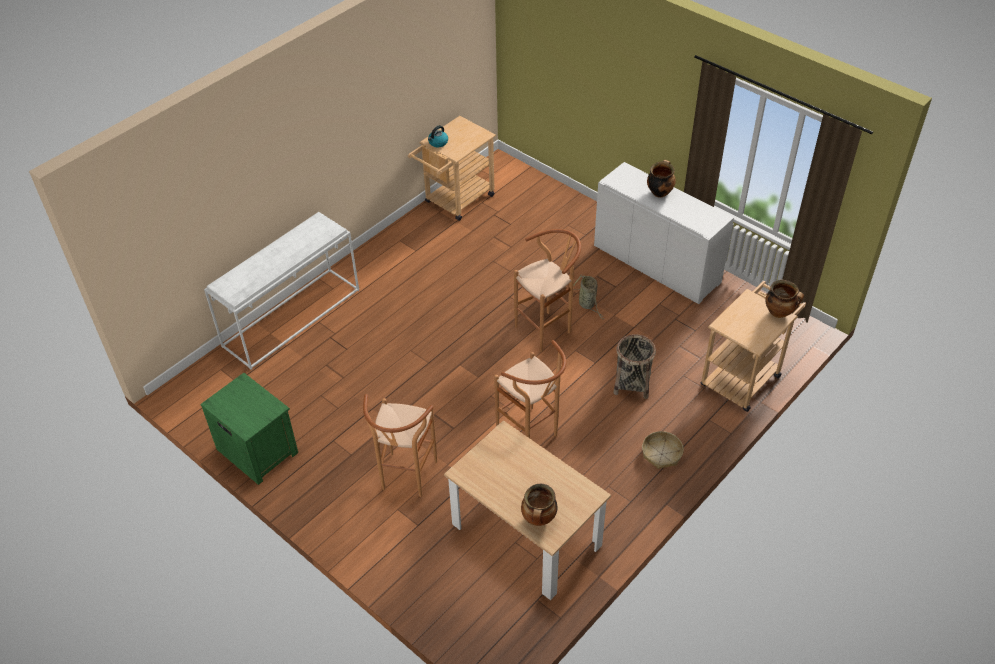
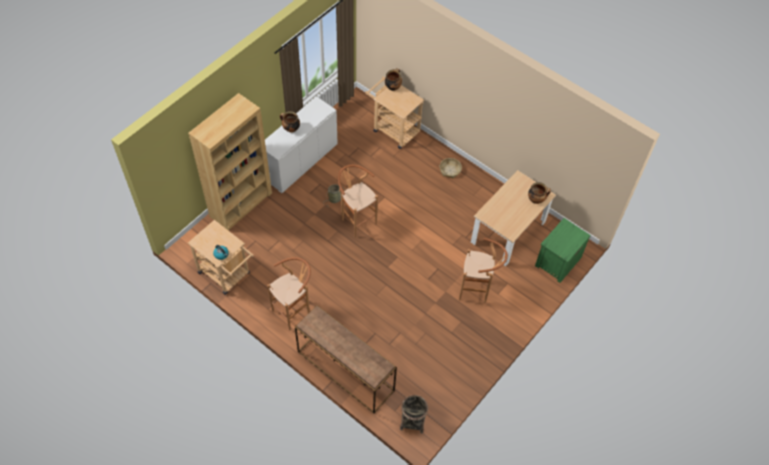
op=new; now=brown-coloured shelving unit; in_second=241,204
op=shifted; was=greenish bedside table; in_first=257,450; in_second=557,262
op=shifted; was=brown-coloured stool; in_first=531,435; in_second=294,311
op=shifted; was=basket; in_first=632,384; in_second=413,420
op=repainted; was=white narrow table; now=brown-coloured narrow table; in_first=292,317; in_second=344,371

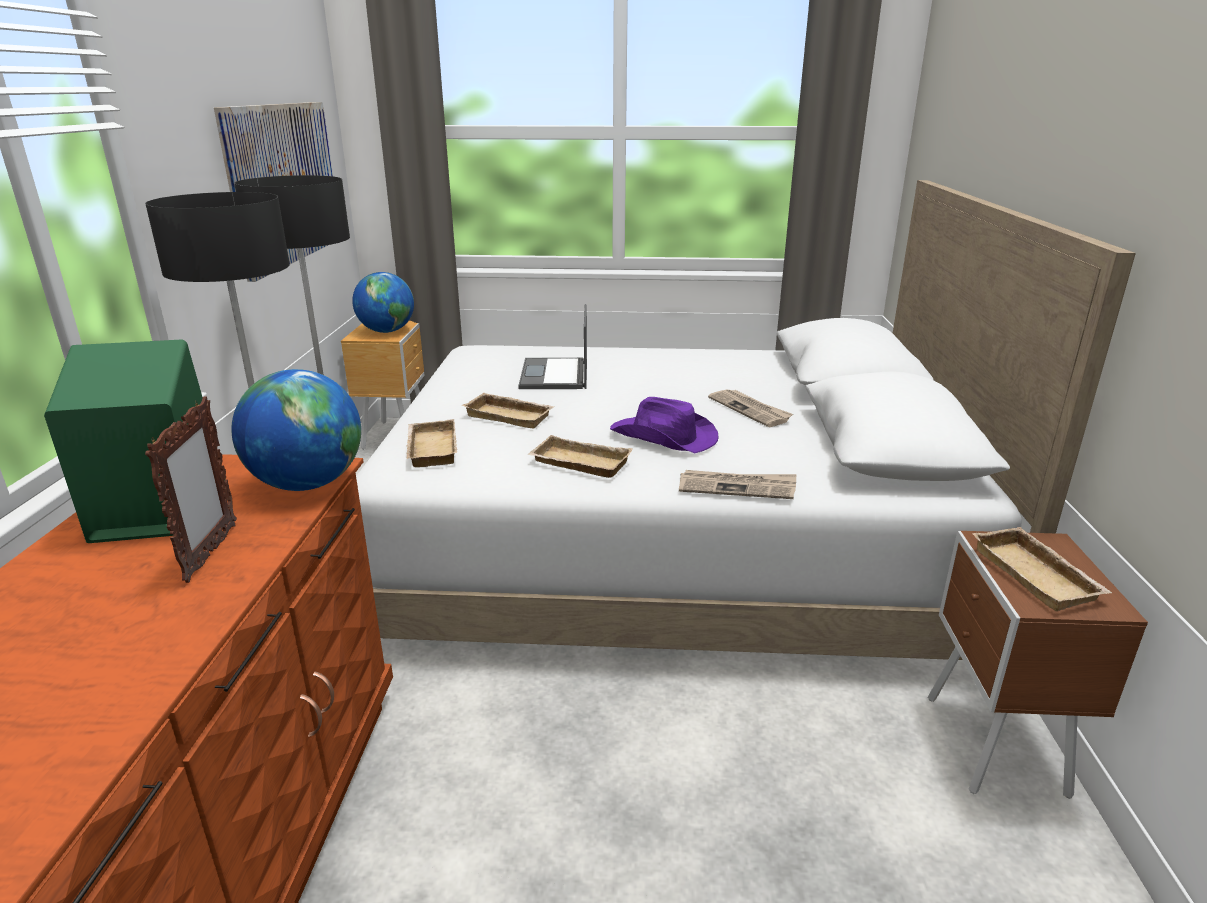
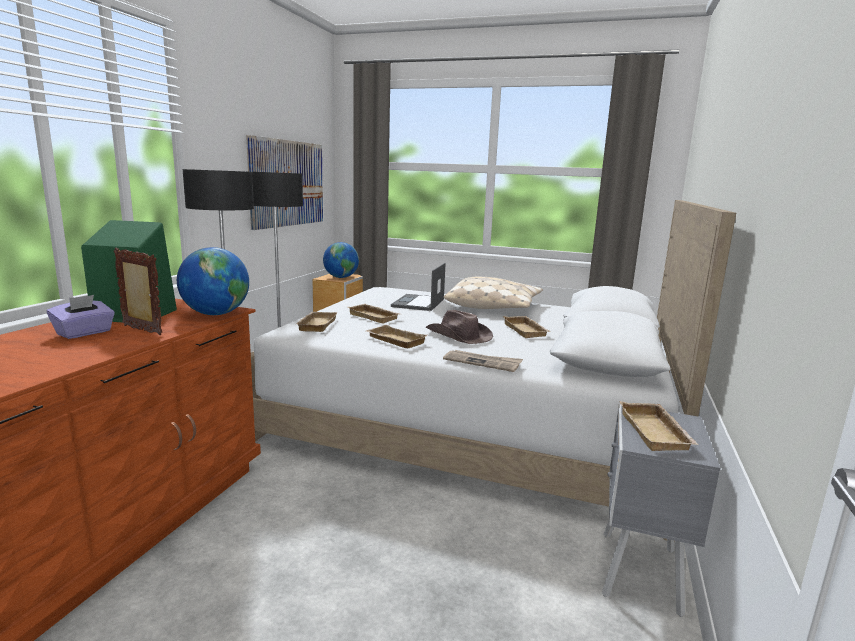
op=new; now=purple tissue holder; in_second=84,333
op=new; now=sand-coloured throw pillow; in_second=494,307
op=swapped; was=newspaper; now=sand-coloured carrying tray; in_first=750,410; in_second=526,331
op=repainted; was=purple clothing hat; now=brown-coloured clothing hat; in_first=664,437; in_second=458,336
op=repainted; was=brown-coloured bedside table; now=grey bedside table; in_first=993,747; in_second=638,574
op=rotated; was=photo frame; in_first=211,553; in_second=142,330; clockwise=-75

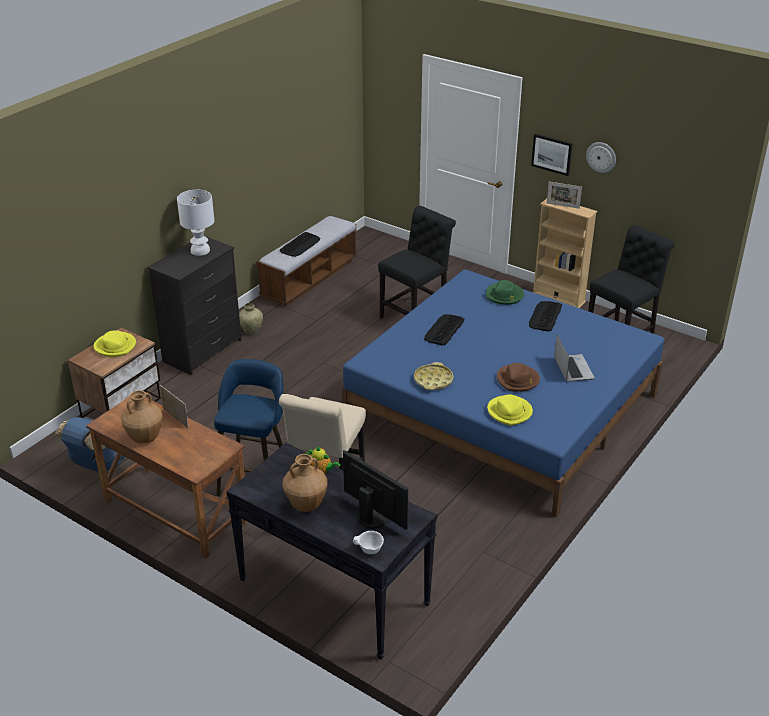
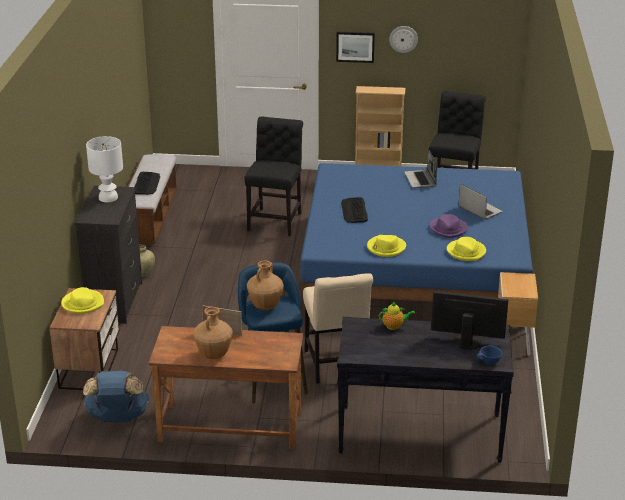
op=gone; was=greenish clothing hat; in_first=504,295
op=gone; was=photo frame; in_first=562,205
op=new; now=brown-coloured bedside table; in_second=512,344
op=shifted; was=brown-coloured decorative vase; in_first=306,505; in_second=265,306
op=swapped; was=yellow carrying tray; now=yellow clothing hat; in_first=433,380; in_second=386,248
op=swapped; was=keyboard; now=portable computer; in_first=545,316; in_second=420,180
op=repainted; was=white deep dish; now=bluish deep dish; in_first=370,550; in_second=489,362
op=repainted; was=brown-coloured clothing hat; now=purple clothing hat; in_first=518,380; in_second=448,229

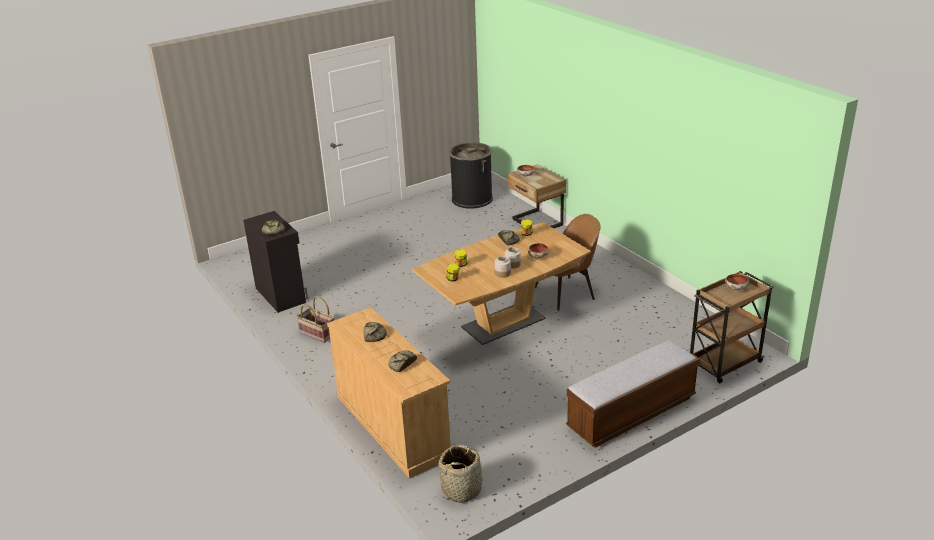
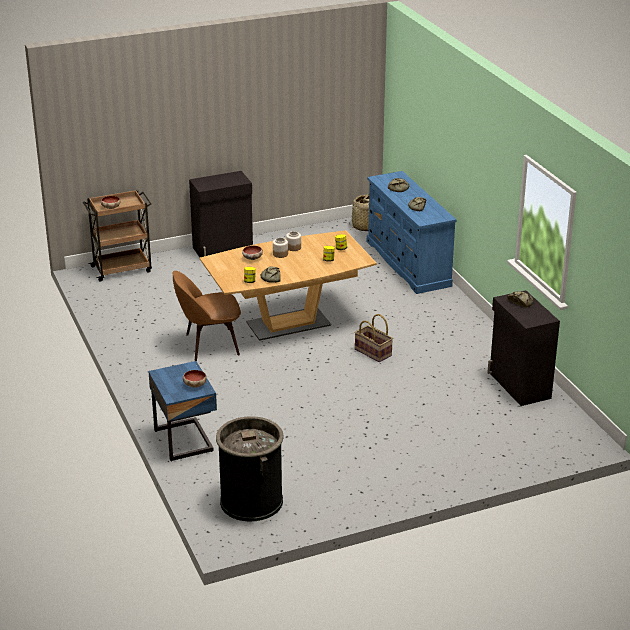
op=shifted; was=basket; in_first=317,334; in_second=373,352
op=swapped; was=indoor bench; now=black cupboard; in_first=631,413; in_second=223,249
op=repainted; was=sand-coloured chest of drawers; now=bluish chest of drawers; in_first=392,425; in_second=408,263
op=repainted; was=sand-coloured bedside table; now=bluish bedside table; in_first=536,223; in_second=185,440

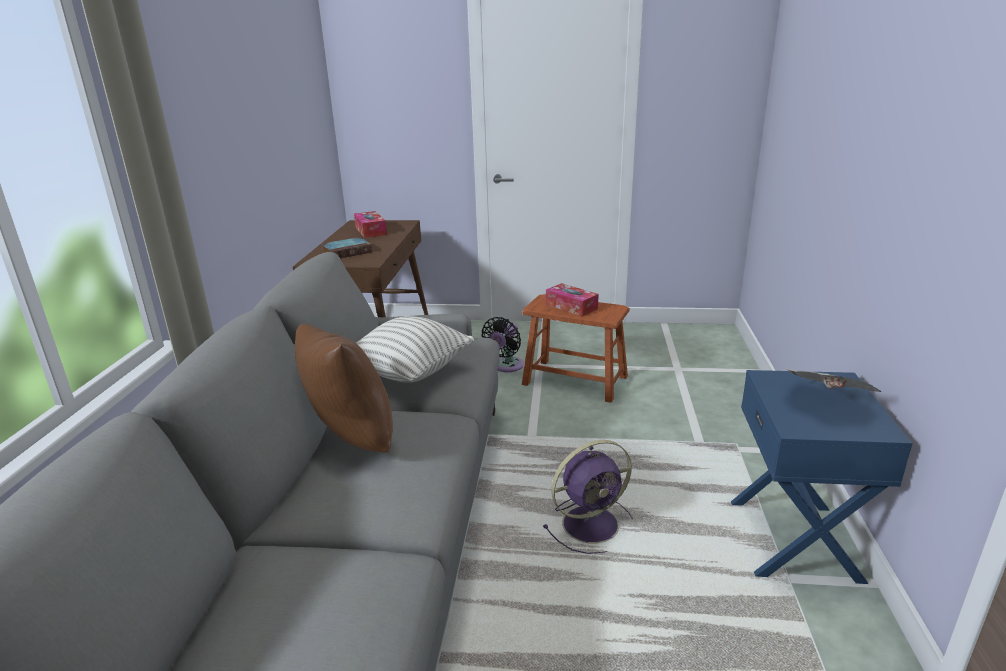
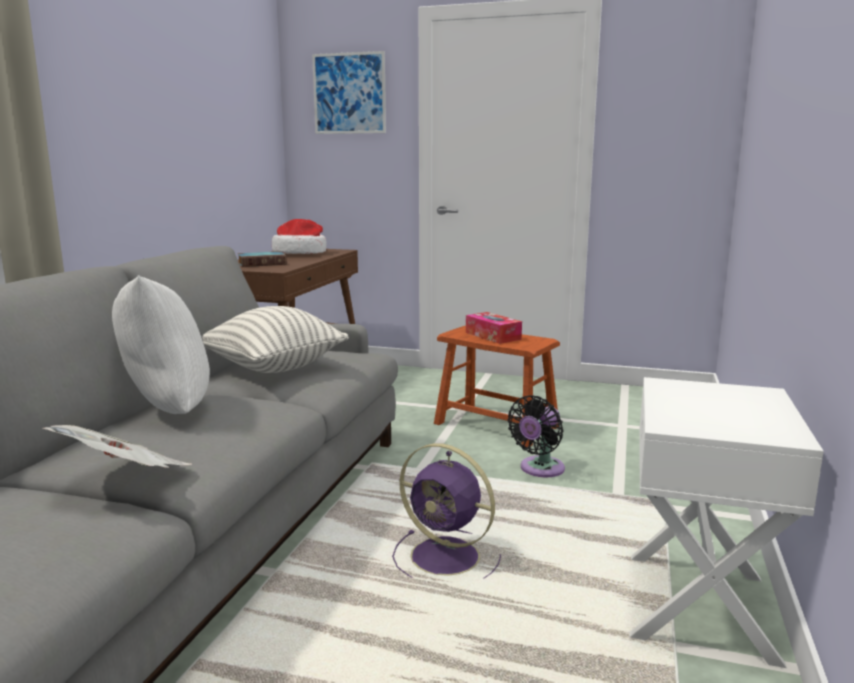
op=new; now=wall art; in_second=349,93
op=shifted; was=black fan; in_first=506,366; in_second=539,469
op=shifted; was=newspaper; in_first=828,401; in_second=125,478
op=swapped; was=tissue holder; now=clothing hat; in_first=370,231; in_second=300,253
op=repainted; was=brown-coloured throw pillow; now=white throw pillow; in_first=349,441; in_second=165,411
op=repainted; was=bluish bedside table; now=white bedside table; in_first=795,540; in_second=701,606
op=rotated; was=purple fan; in_first=592,523; in_second=448,558; clockwise=45

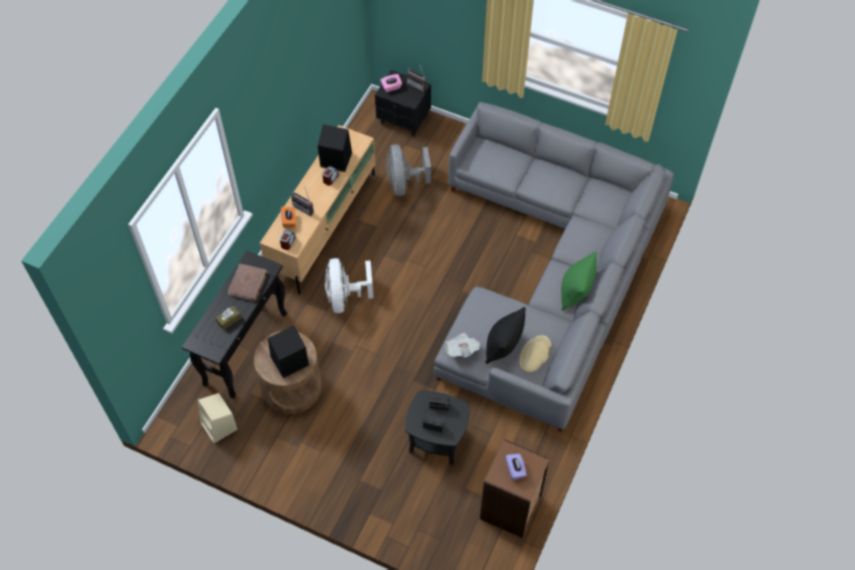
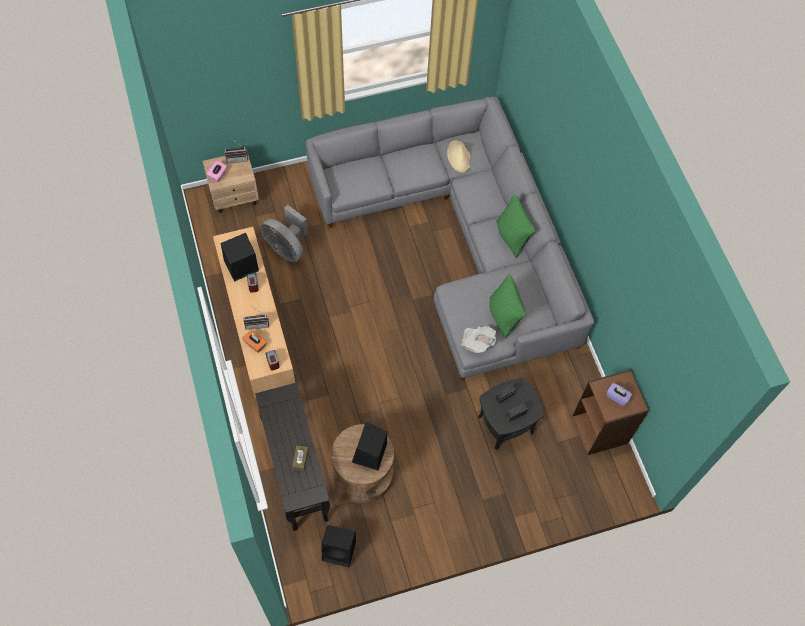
op=gone; was=brown-coloured book; in_first=248,284
op=gone; was=white fan; in_first=345,297
op=shifted; was=sand-coloured clothing hat; in_first=535,354; in_second=459,157
op=repainted; was=sand-coloured speaker; now=black speaker; in_first=220,426; in_second=340,550
op=repainted; was=black bedside table; now=sand-coloured bedside table; in_first=404,120; in_second=235,196
op=repainted; was=black throw pillow; now=greenish throw pillow; in_first=503,346; in_second=503,316

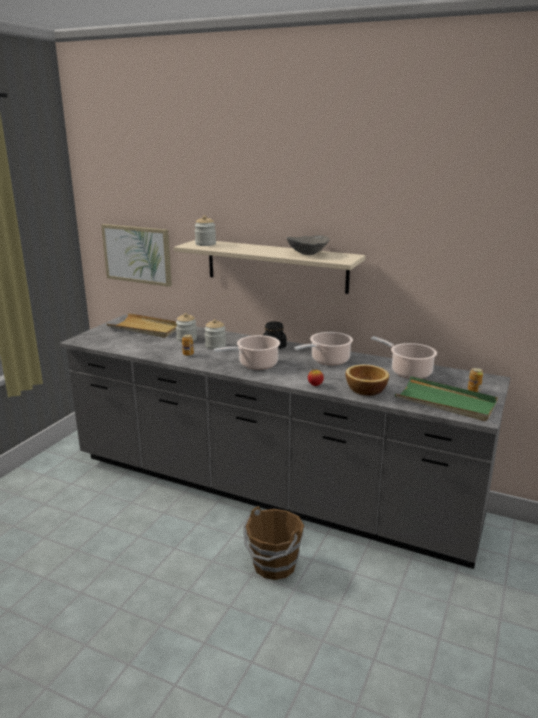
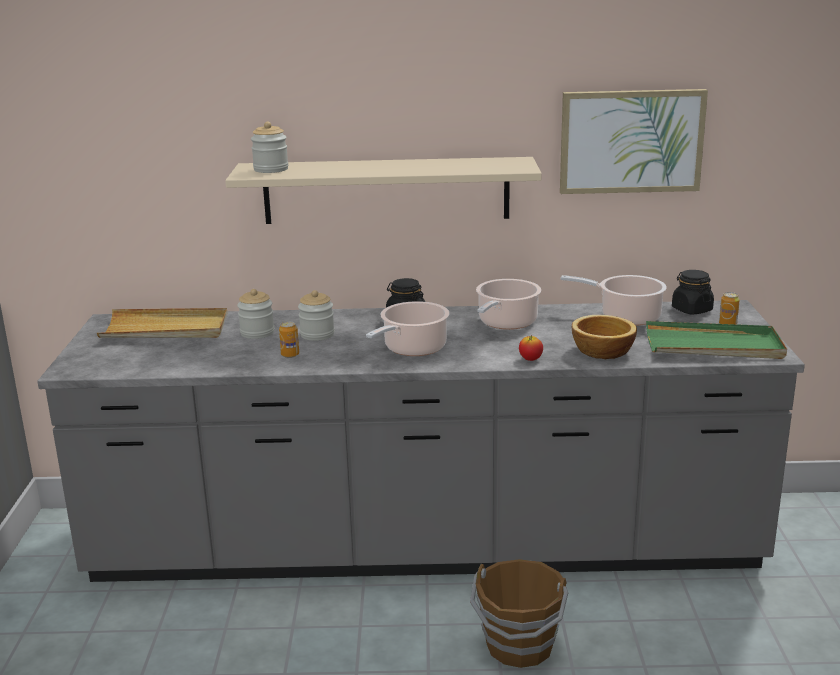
op=gone; was=grey deep dish; in_first=306,254
op=new; now=black storage jar; in_second=691,310
op=shifted; was=wall art; in_first=137,254; in_second=631,141

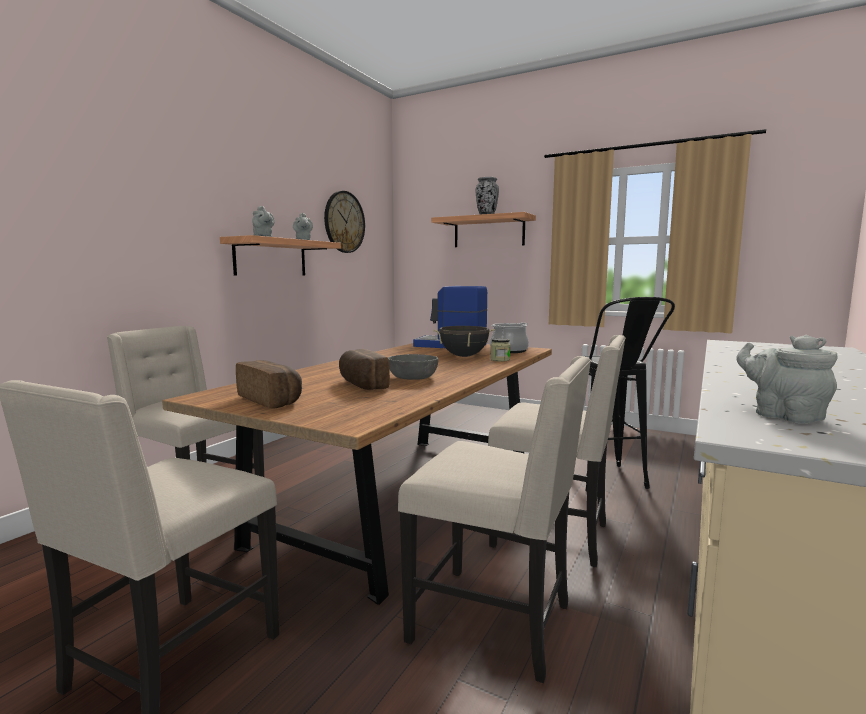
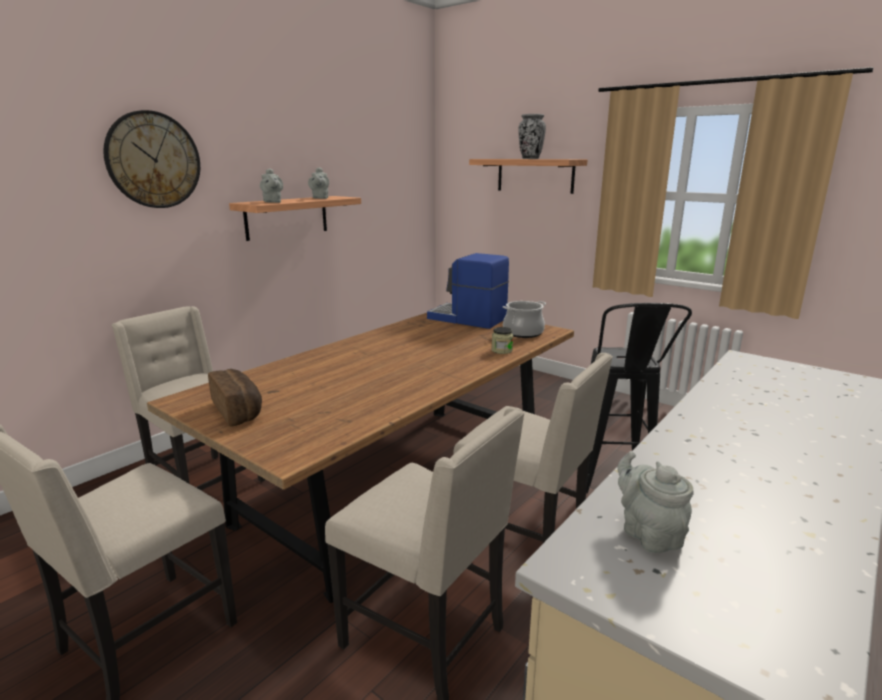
op=gone; was=bread; in_first=361,385
op=gone; was=grey deep dish; in_first=412,377
op=gone; was=black stockpot; in_first=463,356
op=shifted; was=clock on the wall; in_first=344,222; in_second=153,160

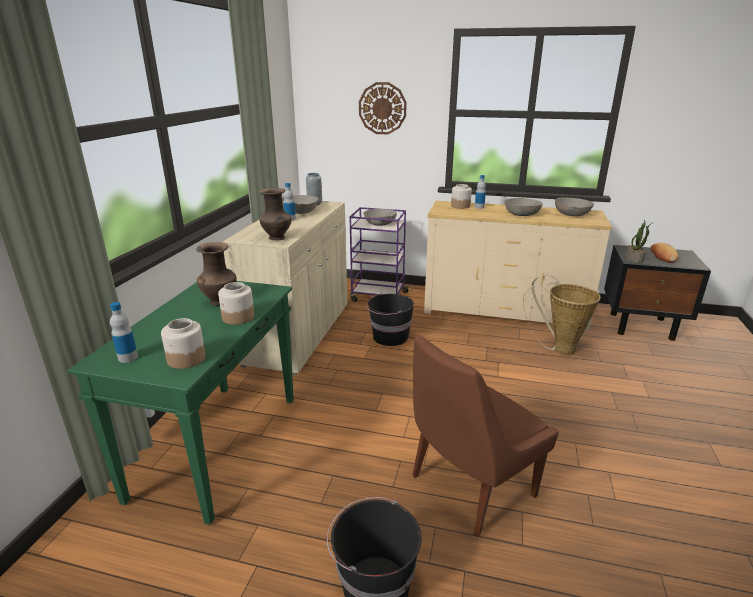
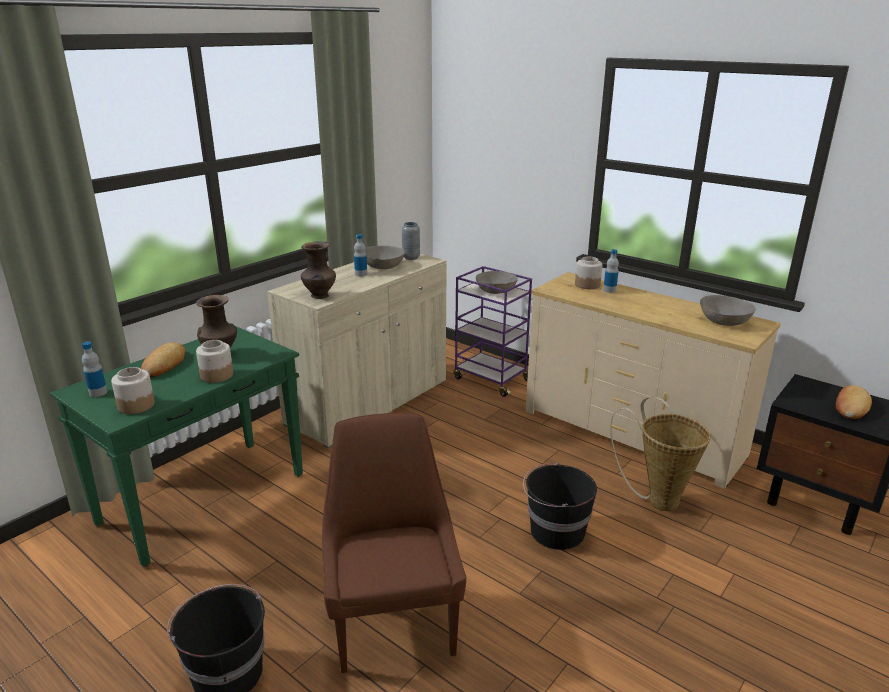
op=gone; was=clock on the wall; in_first=382,108
op=gone; was=grey deep dish; in_first=521,214
op=gone; was=houseplant; in_first=634,259
op=new; now=bread; in_second=164,364
op=shifted; was=black bucket; in_first=389,337; in_second=555,532
op=rotated; was=brown-coloured upright chair; in_first=468,487; in_second=393,620; clockwise=90

